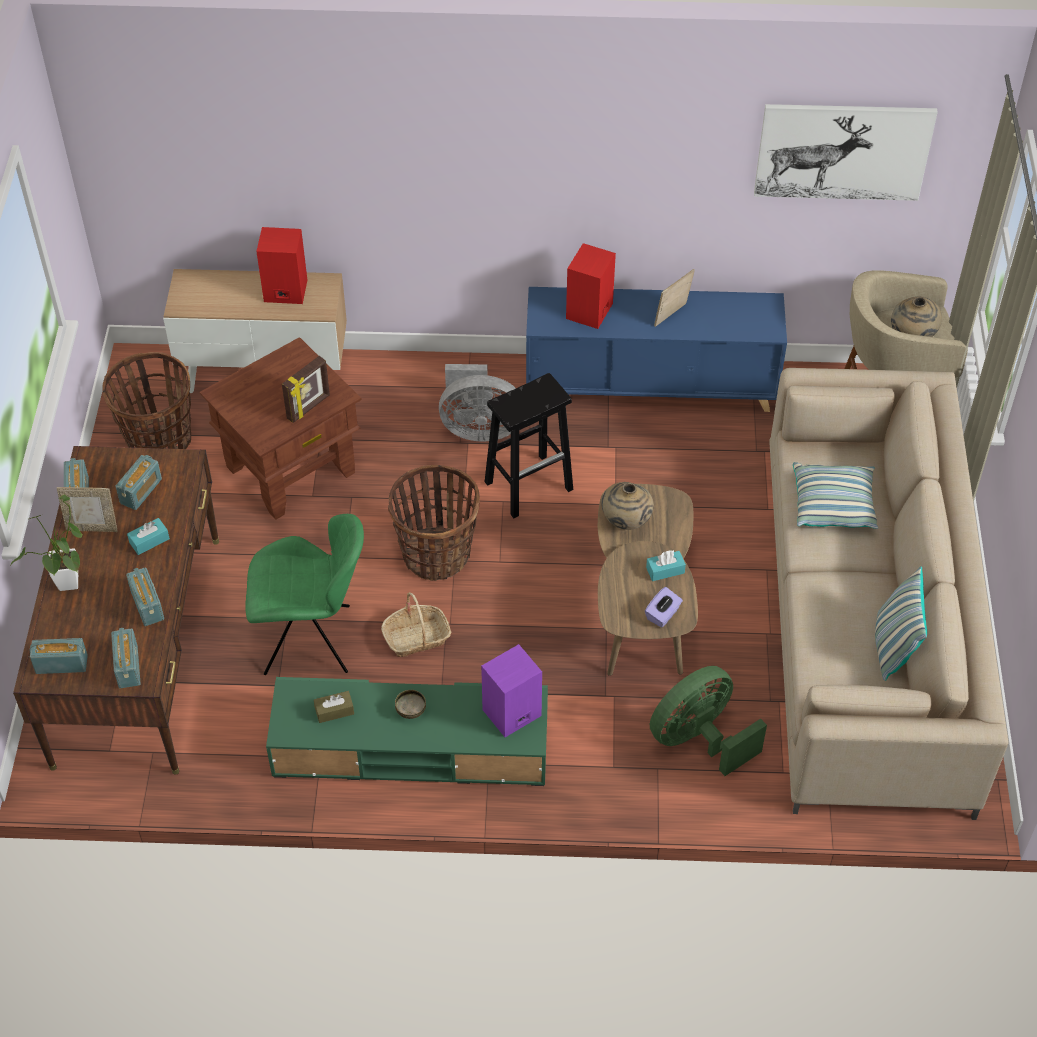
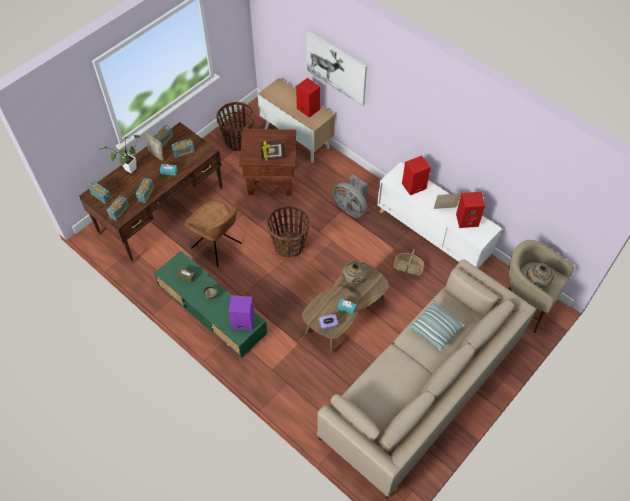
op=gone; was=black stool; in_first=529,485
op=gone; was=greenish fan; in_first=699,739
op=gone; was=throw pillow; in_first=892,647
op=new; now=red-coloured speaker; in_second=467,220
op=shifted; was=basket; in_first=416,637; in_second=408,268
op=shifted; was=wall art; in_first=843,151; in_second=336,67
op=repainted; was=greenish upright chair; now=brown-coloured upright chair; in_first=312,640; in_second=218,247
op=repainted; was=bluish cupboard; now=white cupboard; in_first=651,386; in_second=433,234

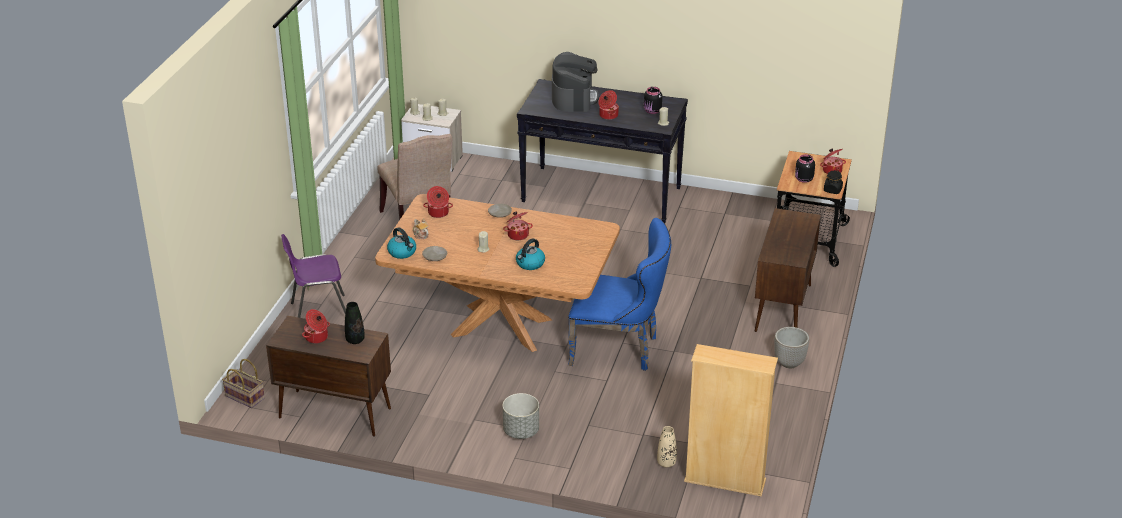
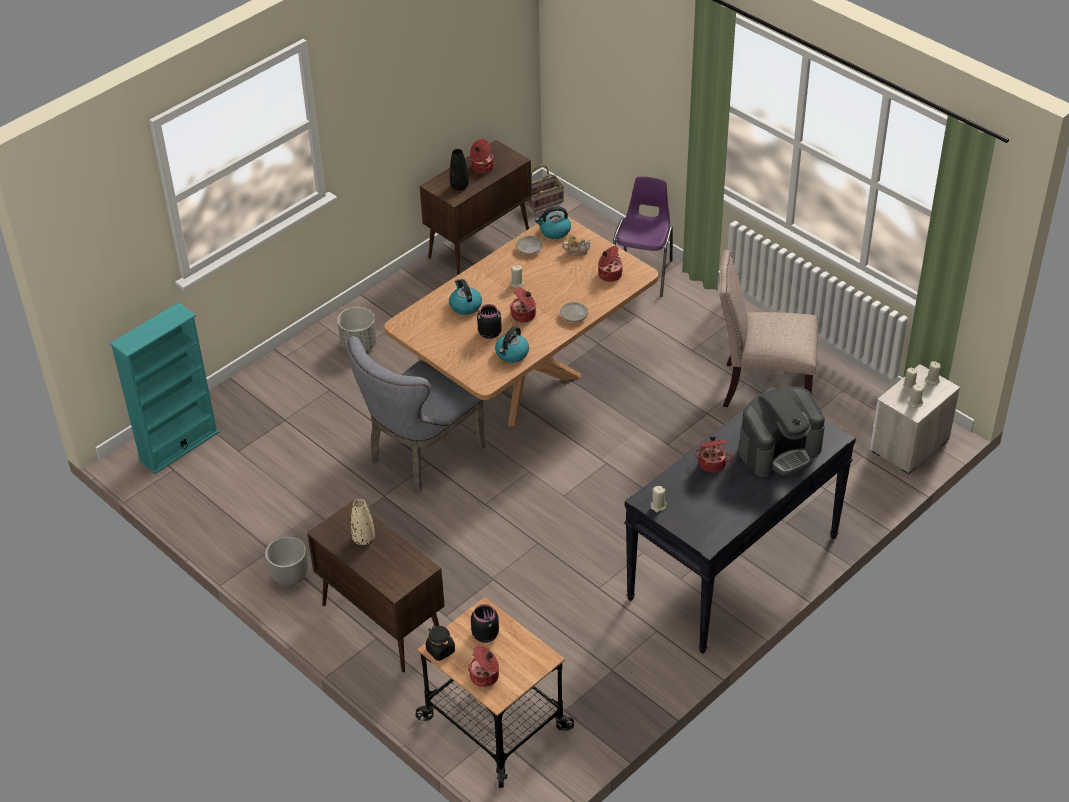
op=new; now=kettle; in_second=512,354
op=shifted; was=black storage jar; in_first=652,111; in_second=489,333
op=shifted; was=sand-coloured decorative vase; in_first=666,463; in_second=363,539
op=repainted; was=bluish upright chair; now=grey upright chair; in_first=619,349; in_second=420,456
op=repainted; was=sand-coloured shelving unit; now=blue-green shelving unit; in_first=725,481; in_second=179,446
op=rotated; was=coffee brewer; in_first=574,98; in_second=779,450; clockwise=-60

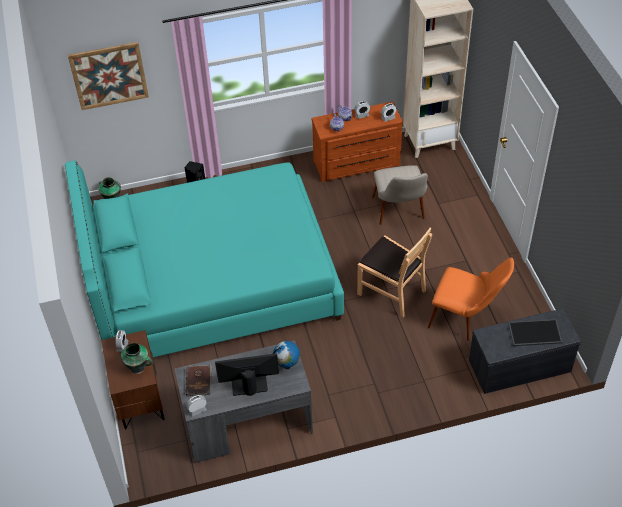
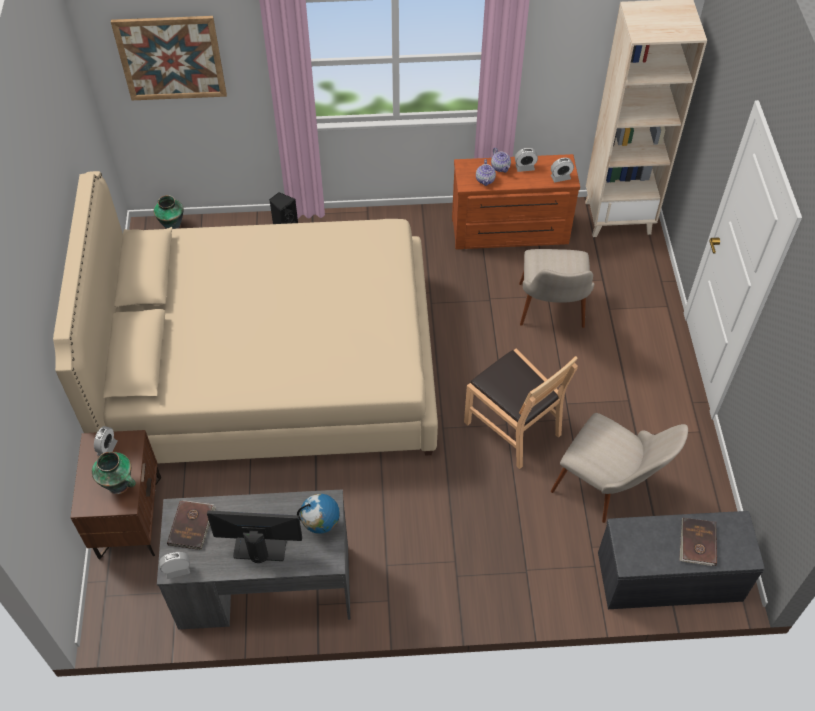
op=swapped; was=carrying tray; now=brown-coloured book; in_first=534,333; in_second=697,543
op=repainted; was=blue-green sleeping bed; now=sand-coloured sleeping bed; in_first=212,284; in_second=271,369
op=repainted; was=orange-coloured upright chair; now=sand-coloured upright chair; in_first=466,319; in_second=608,489

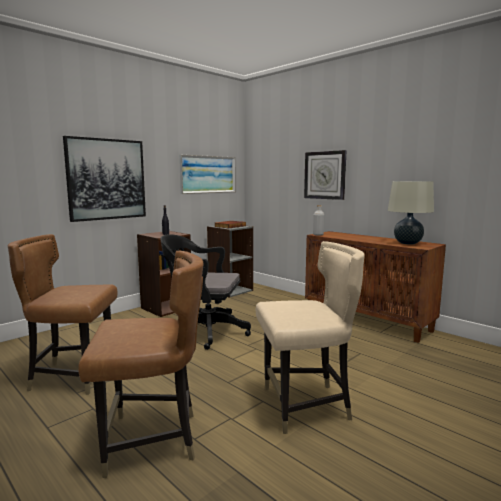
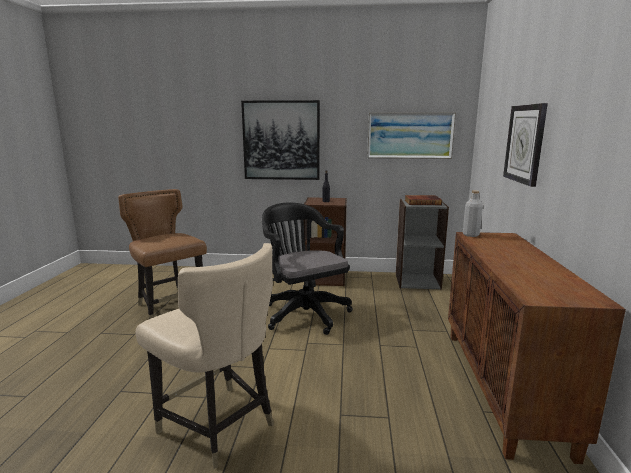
op=gone; was=brown-coloured upright chair; in_first=151,440
op=gone; was=sand-coloured lamp for a table; in_first=408,243

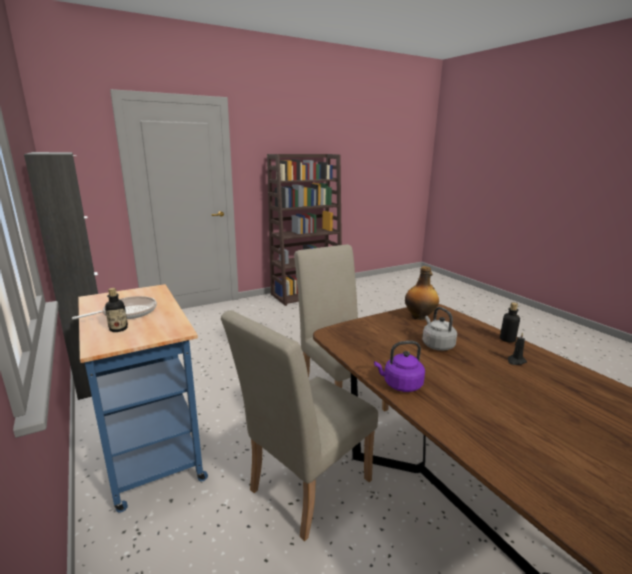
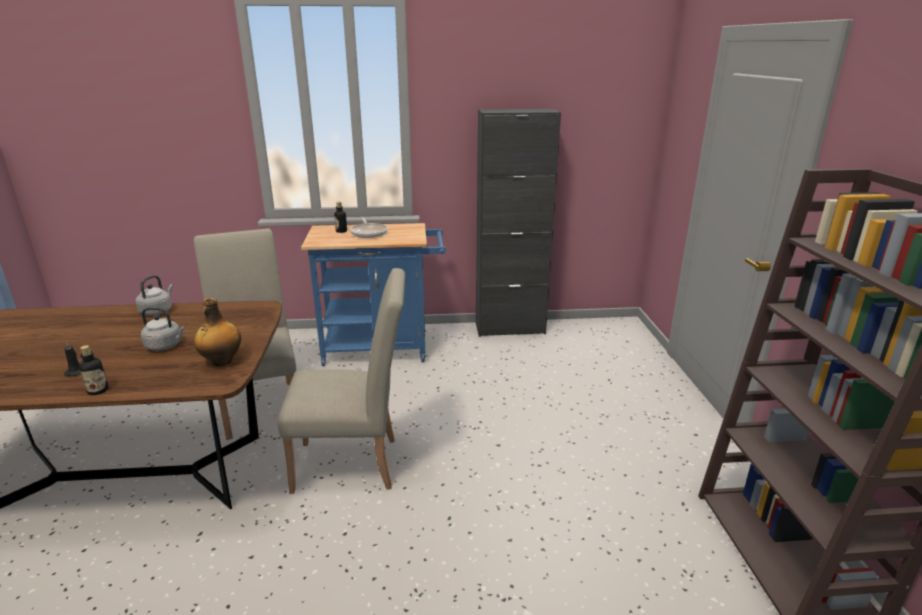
op=repainted; was=purple kettle; now=grey kettle; in_first=400,385; in_second=157,311

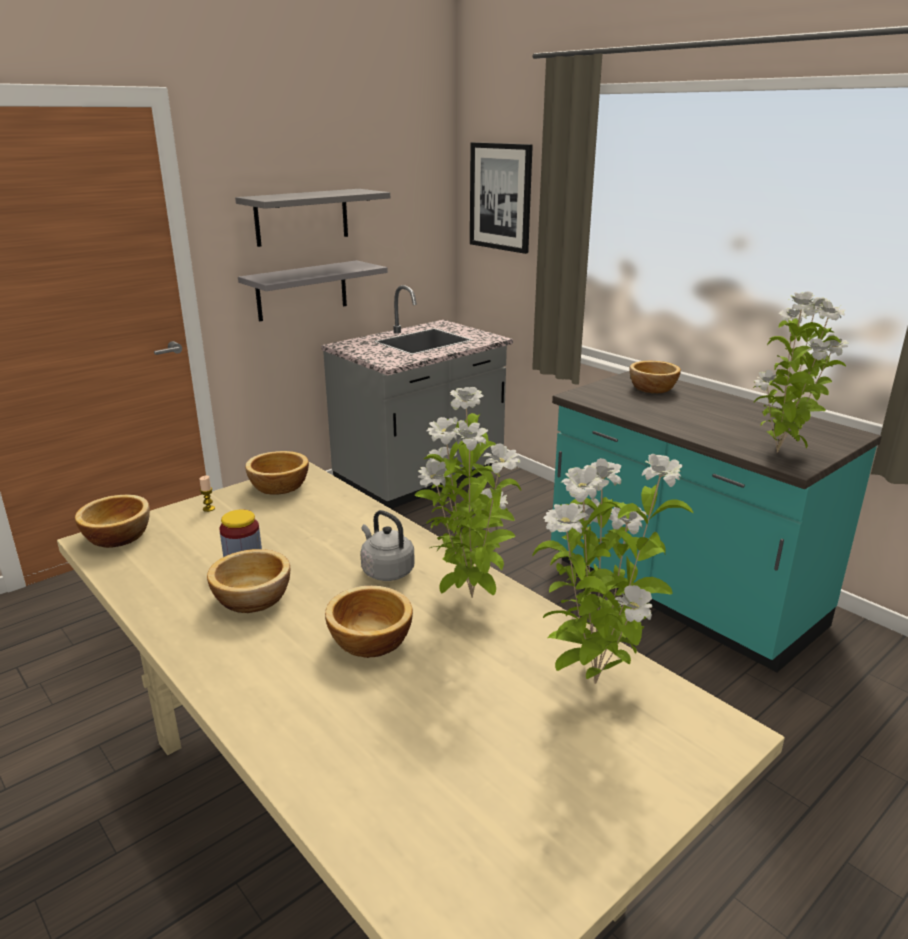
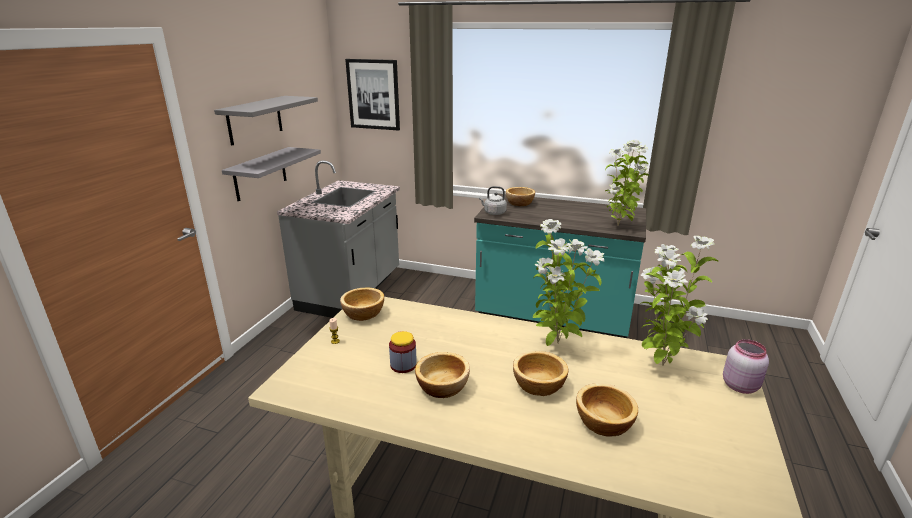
op=new; now=pink storage jar; in_second=740,385
op=shifted; was=deep dish; in_first=117,536; in_second=602,422
op=shifted; was=grey kettle; in_first=386,570; in_second=493,213

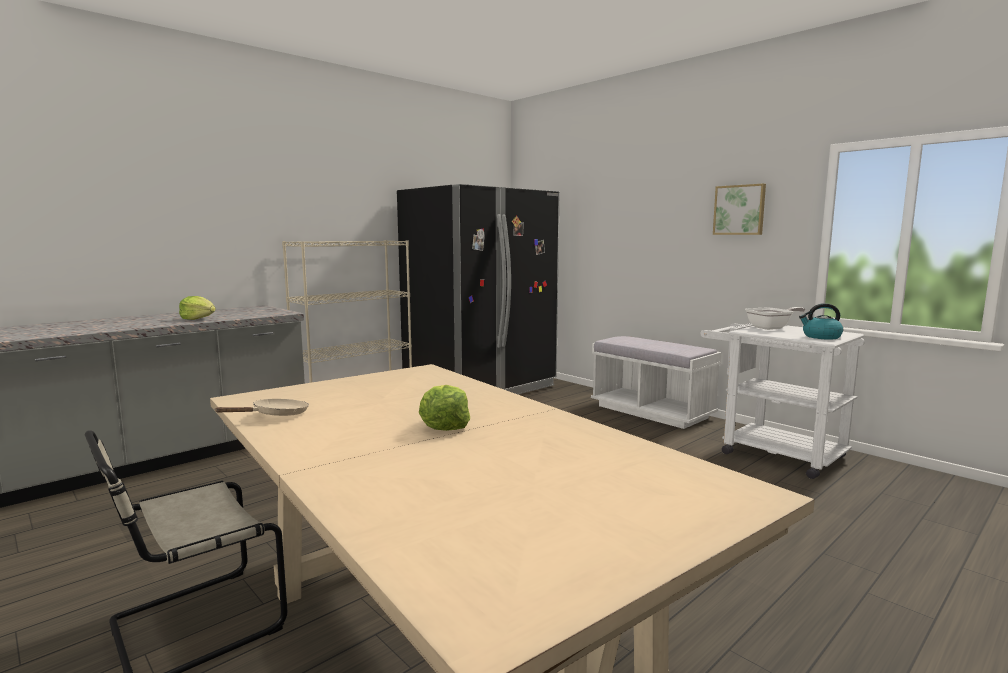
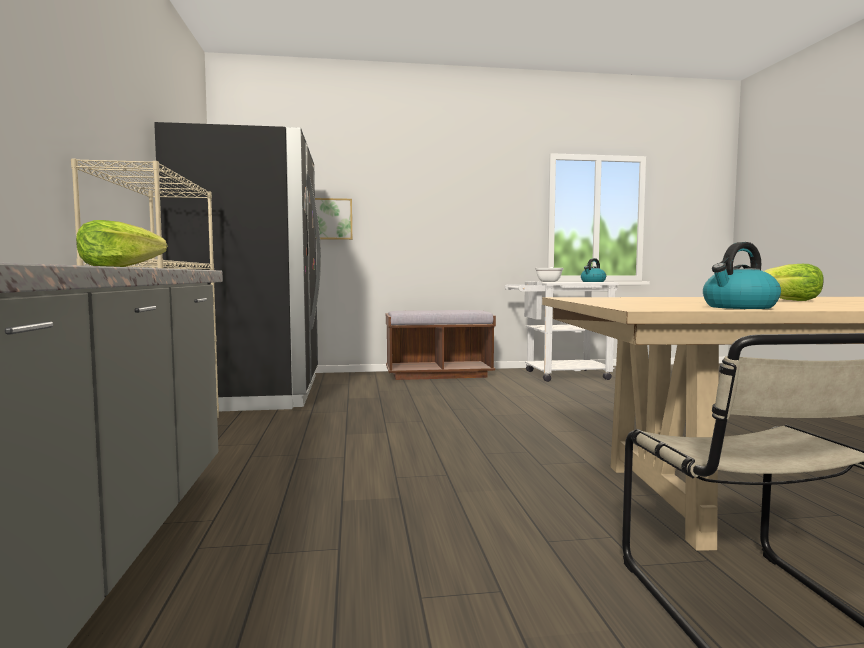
op=shifted; was=wall art; in_first=739,210; in_second=332,219
op=swapped; was=sand-coloured frying pan; now=kettle; in_first=275,415; in_second=739,307
op=repainted; was=white indoor bench; now=brown-coloured indoor bench; in_first=651,412; in_second=438,374

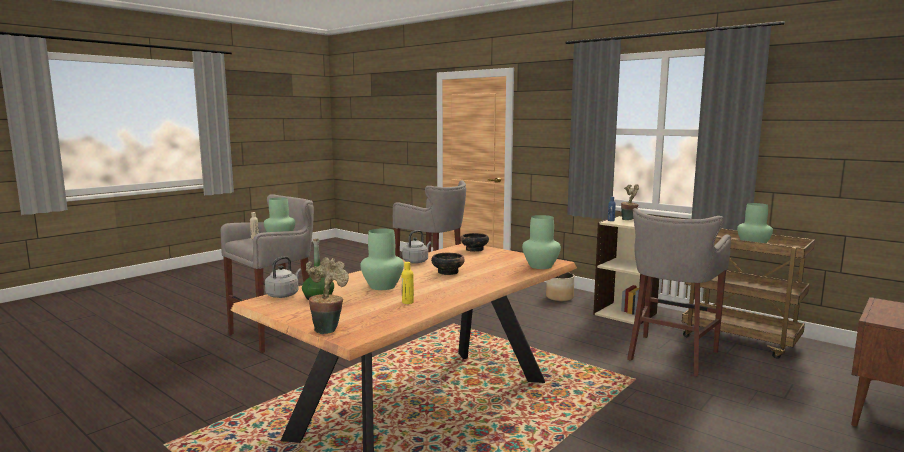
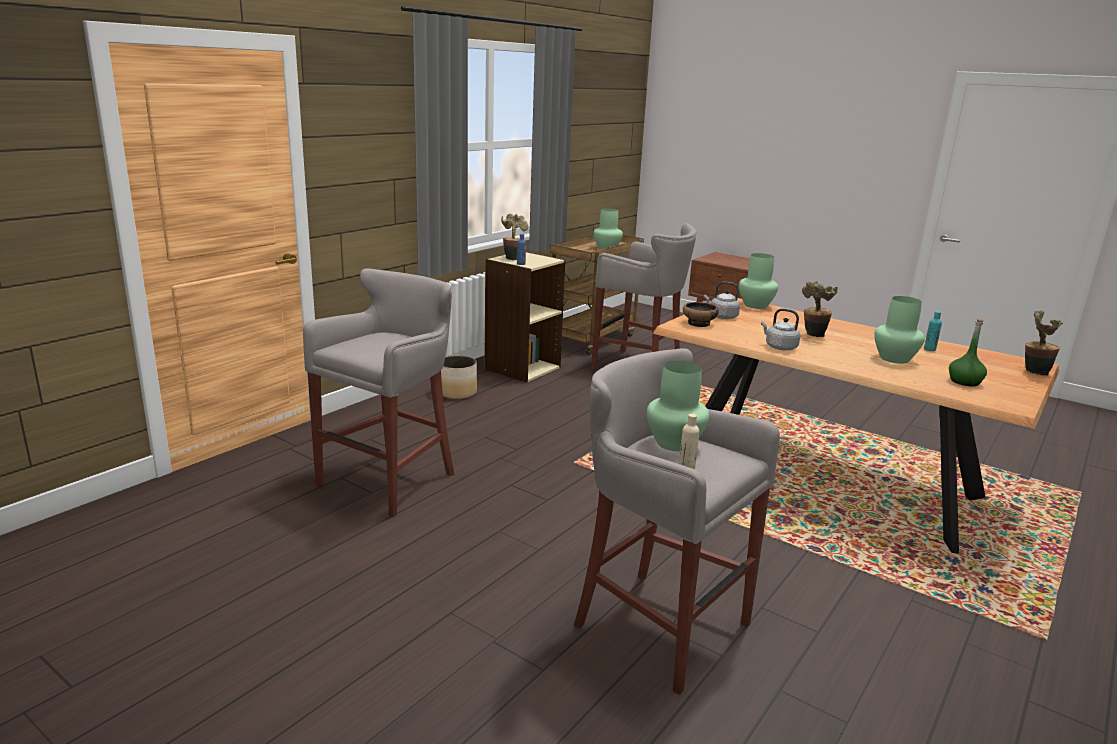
op=shifted; was=grey kettle; in_first=283,295; in_second=722,316
op=swapped; was=deep dish; now=houseplant; in_first=447,272; in_second=813,336
op=repainted; was=yellow beverage bottle; now=blue-green beverage bottle; in_first=407,302; in_second=929,349

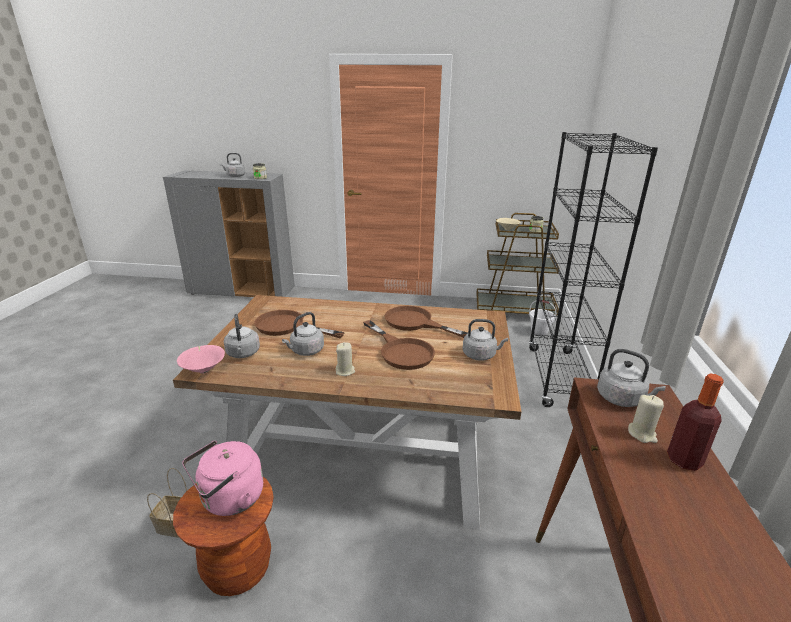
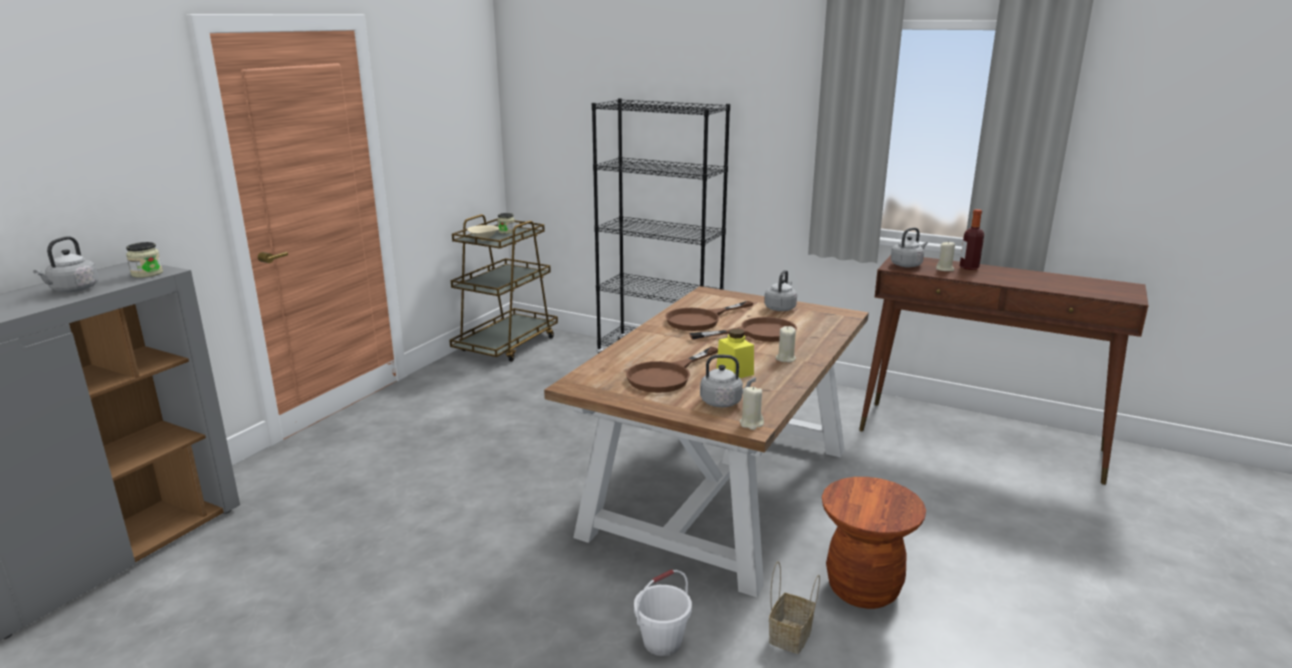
op=gone; was=pink kettle; in_first=229,500
op=shifted; was=white bucket; in_first=539,332; in_second=662,642
op=swapped; was=pink deep dish; now=sand-coloured wax candle; in_first=204,370; in_second=751,424
op=swapped; was=grey kettle; now=yellow storage jar; in_first=306,351; in_second=735,371

